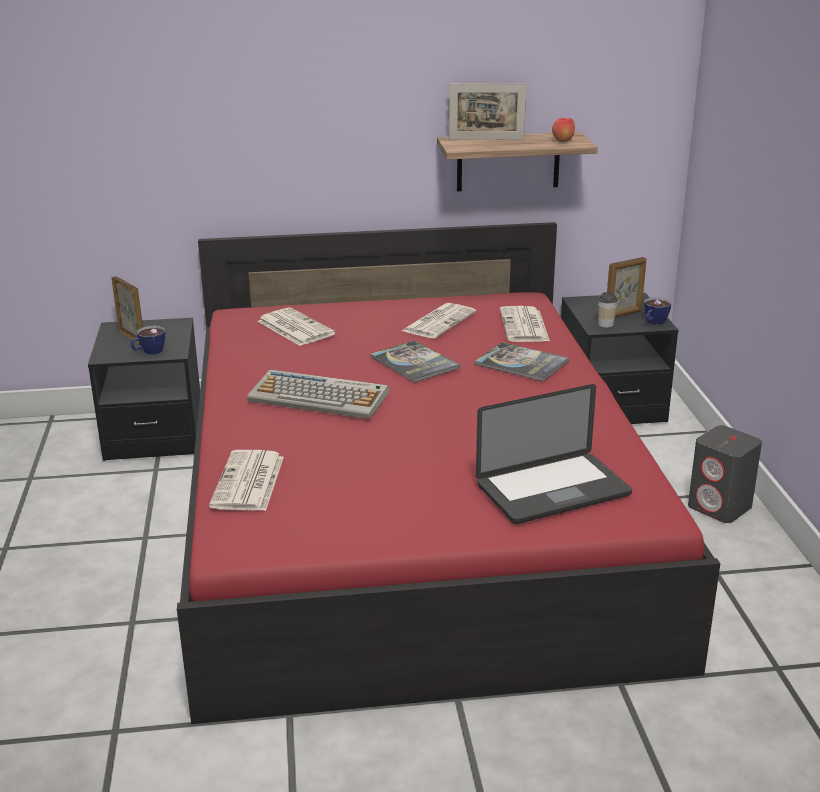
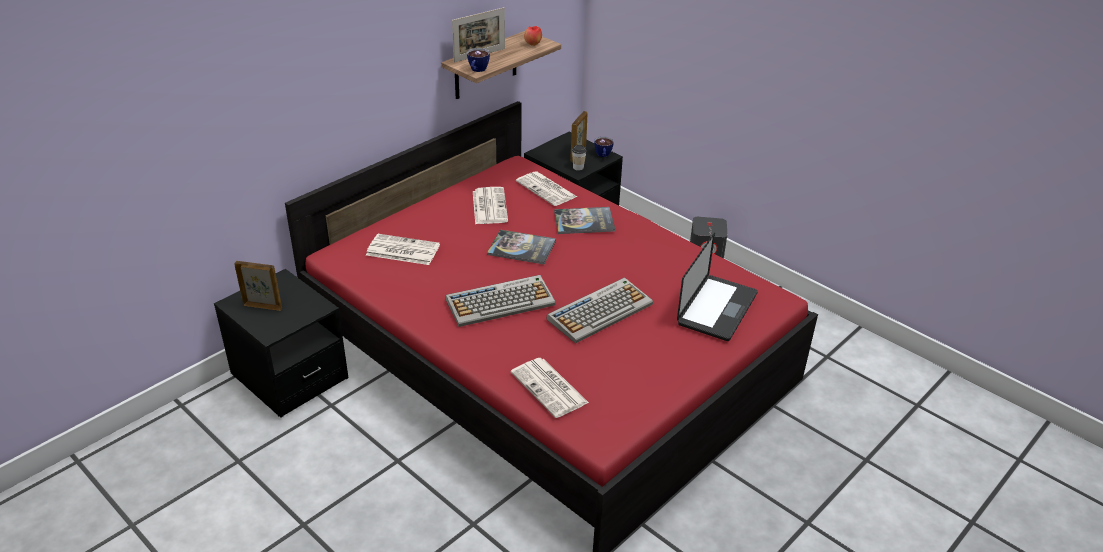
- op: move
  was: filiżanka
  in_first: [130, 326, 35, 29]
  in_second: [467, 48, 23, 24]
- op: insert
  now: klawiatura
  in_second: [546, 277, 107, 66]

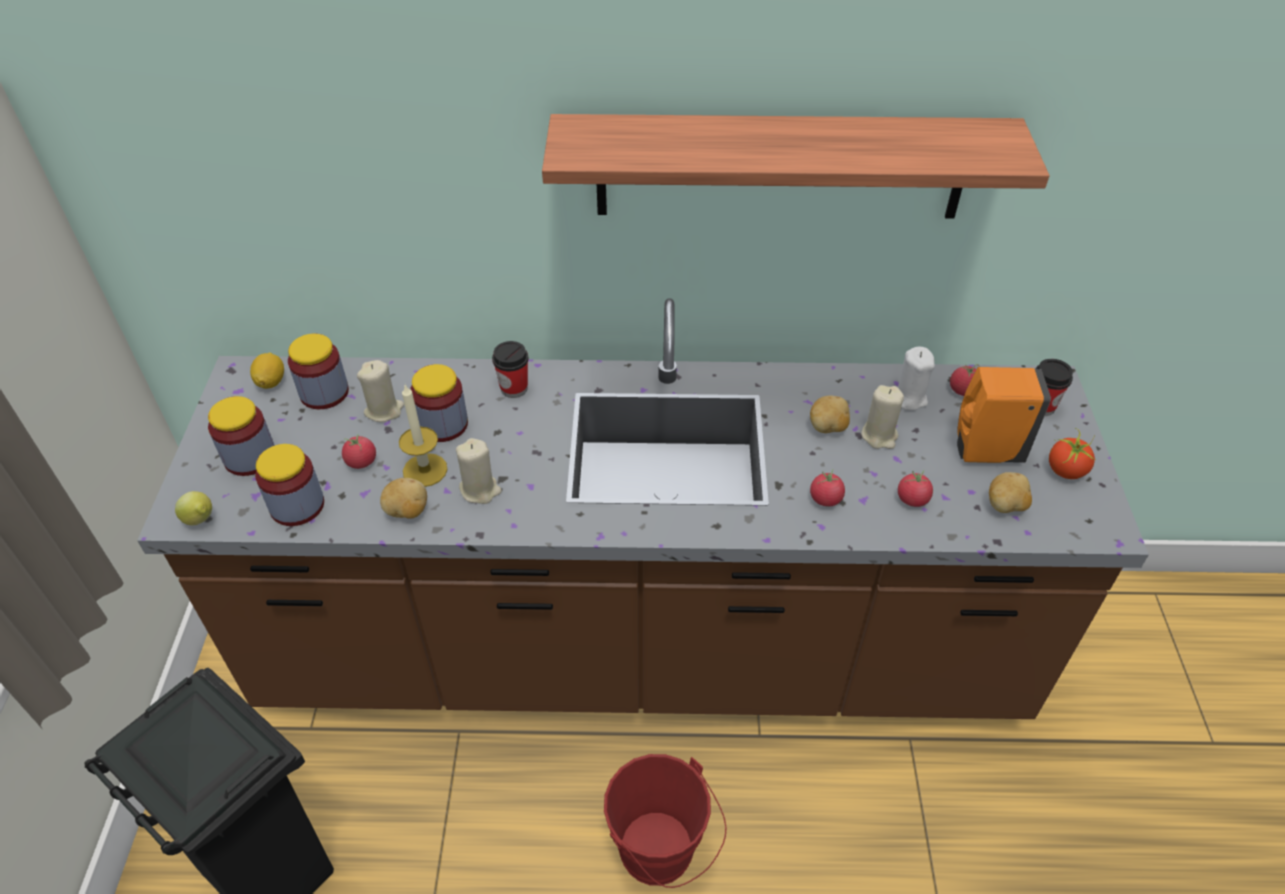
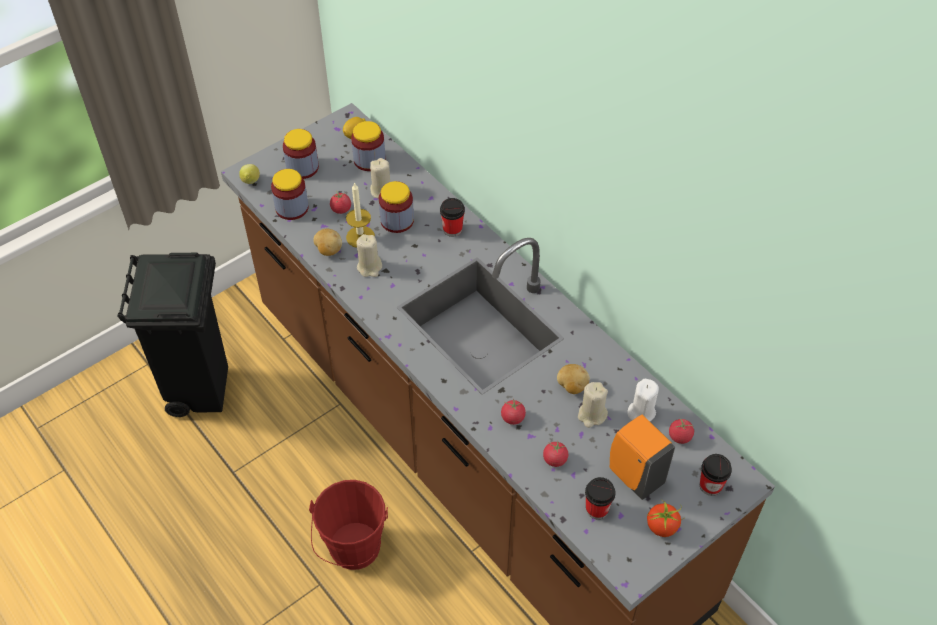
- op: delete
  was: półka
  in_first: [542, 114, 507, 105]
- op: replace
  was: ziemniak
  now: filiżanka
  in_first: [989, 472, 43, 41]
  in_second: [585, 477, 31, 43]

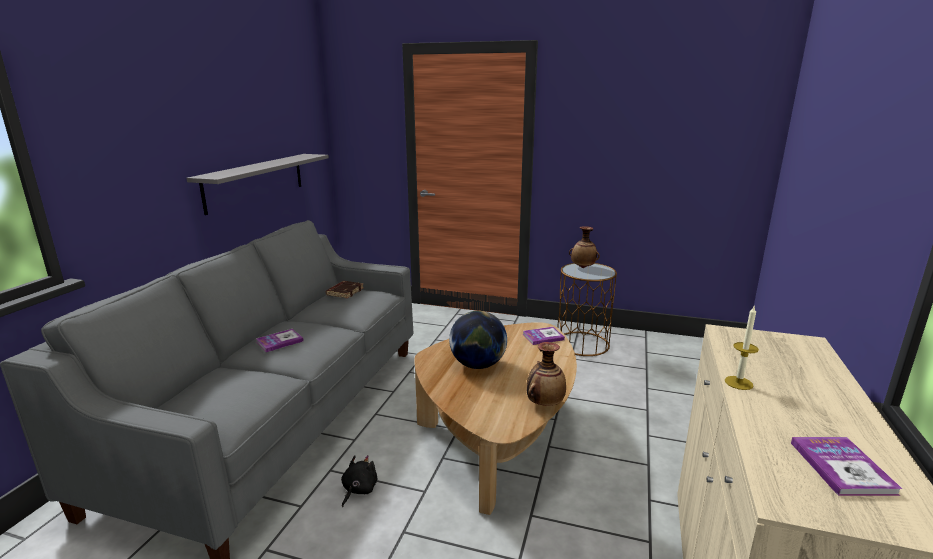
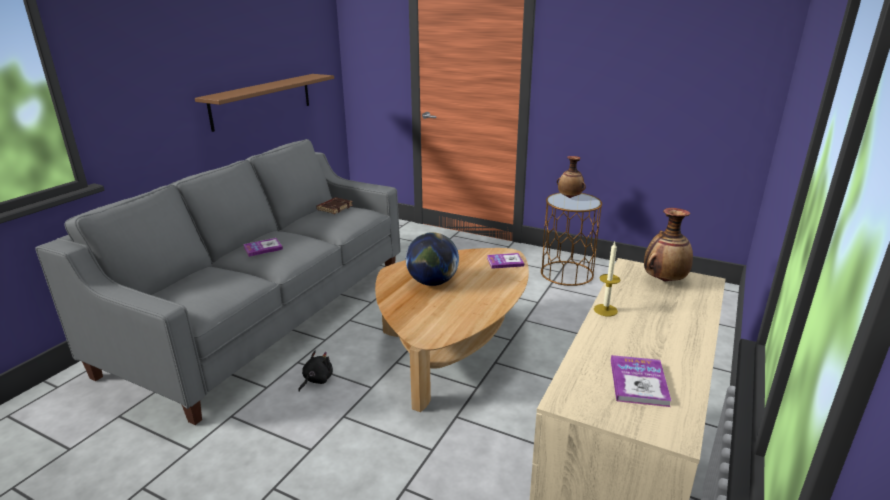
- op: recolor
  was: półka/szary
  now: półka/brązowy
  in_first: [186, 154, 143, 61]
  in_second: [195, 74, 139, 58]
- op: move
  was: wazon
  in_first: [526, 342, 40, 64]
  in_second: [644, 208, 49, 74]

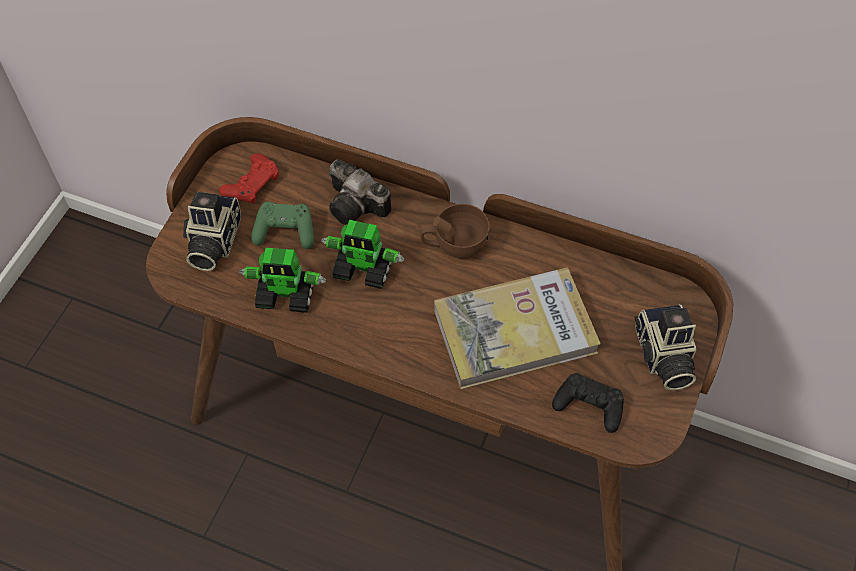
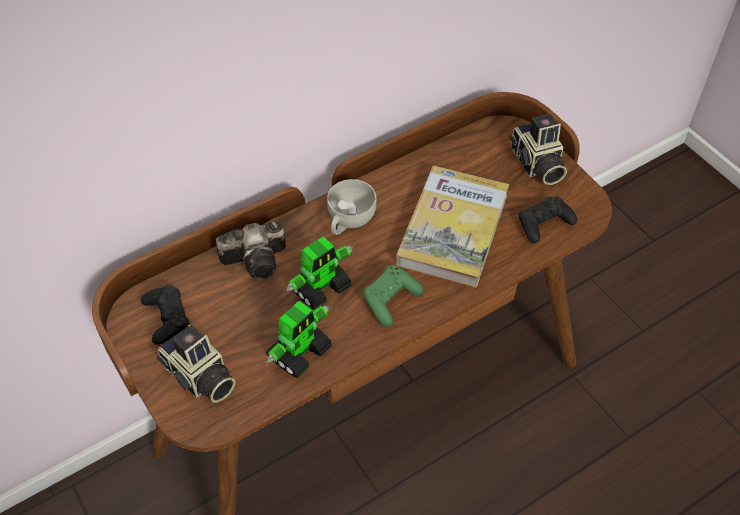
- op: recolor
  was: pad do gier/czerwony
  now: pad do gier/czarny
  in_first: [219, 153, 60, 51]
  in_second: [141, 286, 49, 59]
- op: move
  was: pad do gier/zielony
  in_first: [251, 201, 63, 48]
  in_second: [363, 265, 61, 62]
- op: recolor
  was: filiżanka/brązowy
  now: filiżanka/biały
  in_first: [421, 204, 69, 54]
  in_second: [327, 179, 50, 56]
- op: rotate
  was: aparat fotograficzny
  in_first: [634, 304, 63, 87]
  in_second: [509, 114, 58, 71]
  clockwise: 45

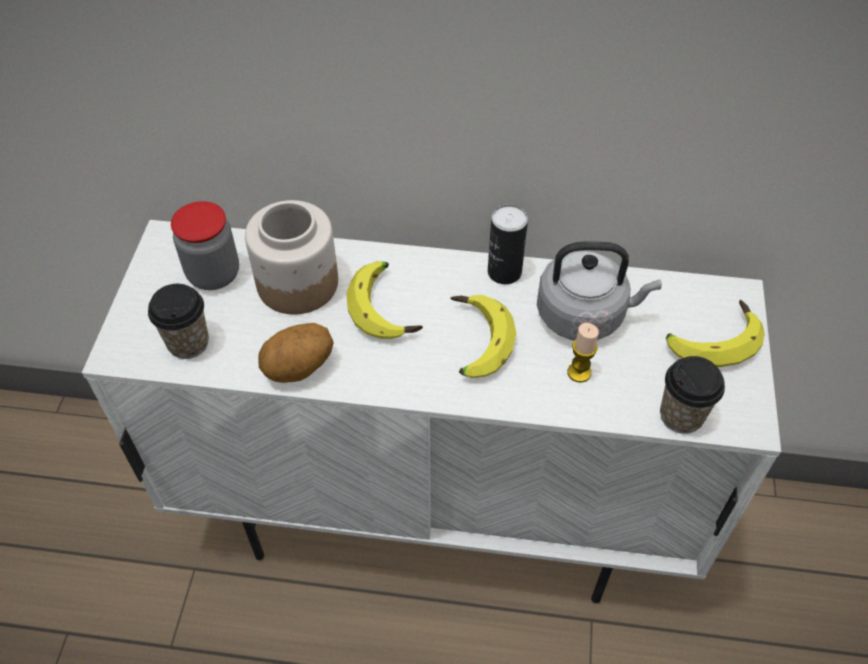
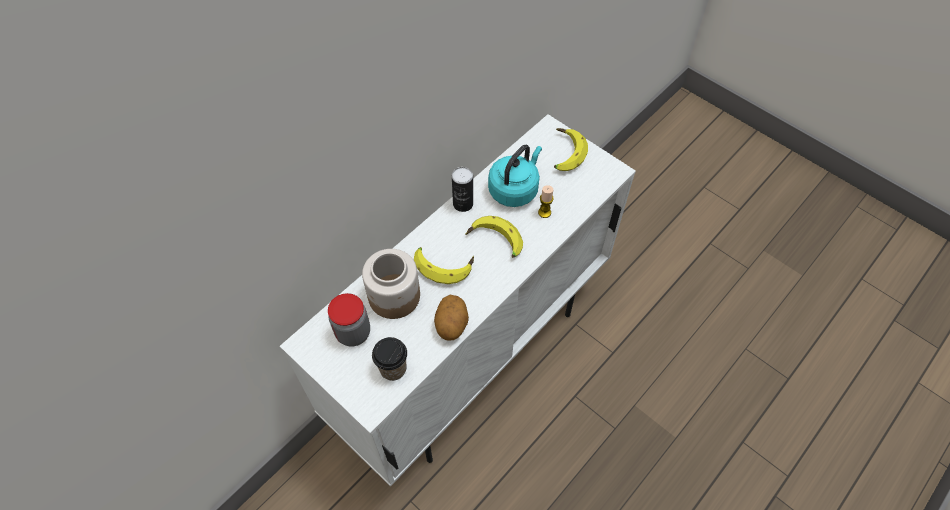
- op: recolor
  was: czajnik/szary
  now: czajnik/turkusowy
  in_first: [537, 241, 125, 99]
  in_second: [488, 145, 54, 62]
- op: delete
  was: filiżanka
  in_first: [660, 356, 65, 78]

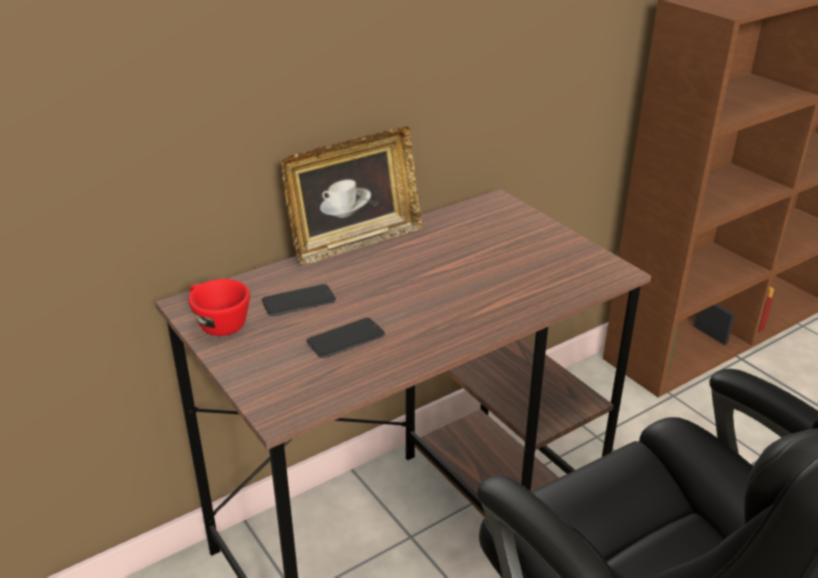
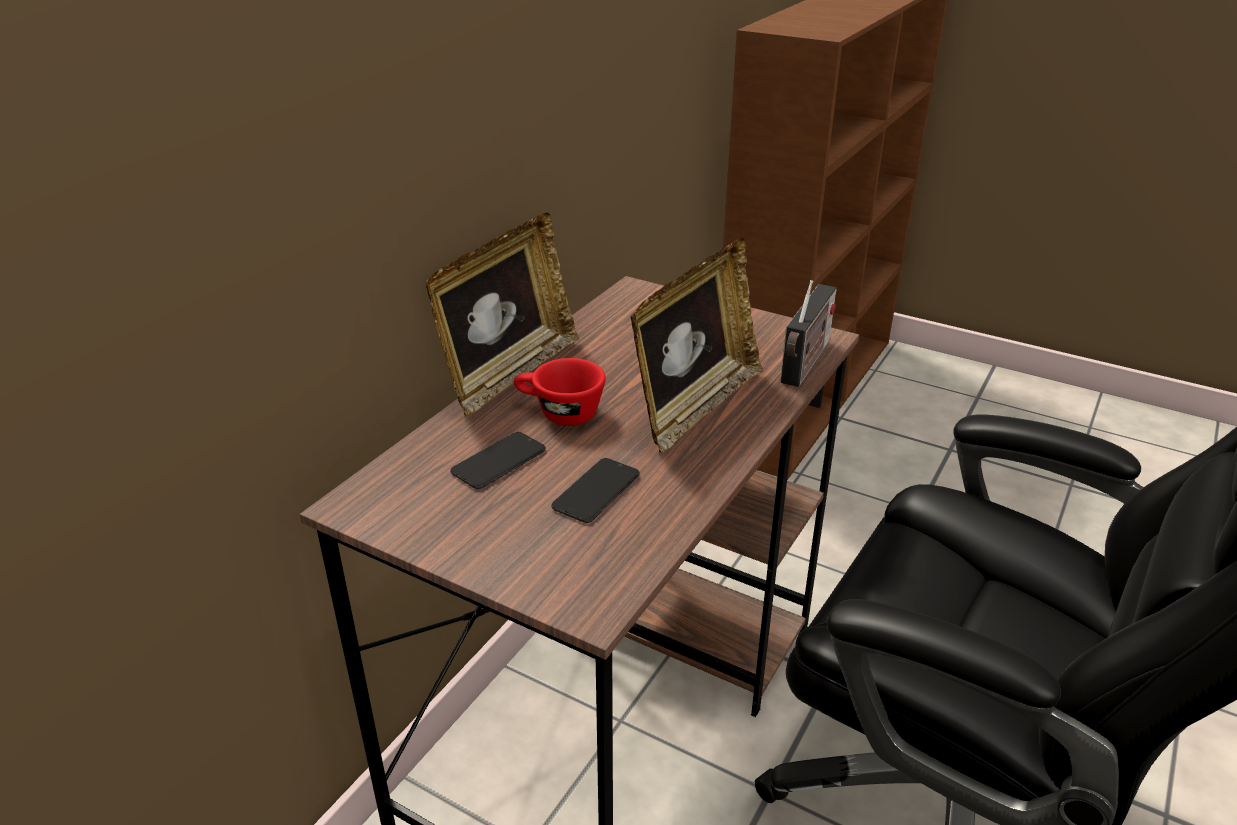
- op: move
  was: filiżanka/czerwony
  in_first: [188, 279, 62, 57]
  in_second: [514, 358, 92, 68]
- op: insert
  now: ramka na zdjęcie
  in_second: [630, 238, 133, 215]
- op: insert
  now: radio
  in_second: [780, 280, 57, 107]

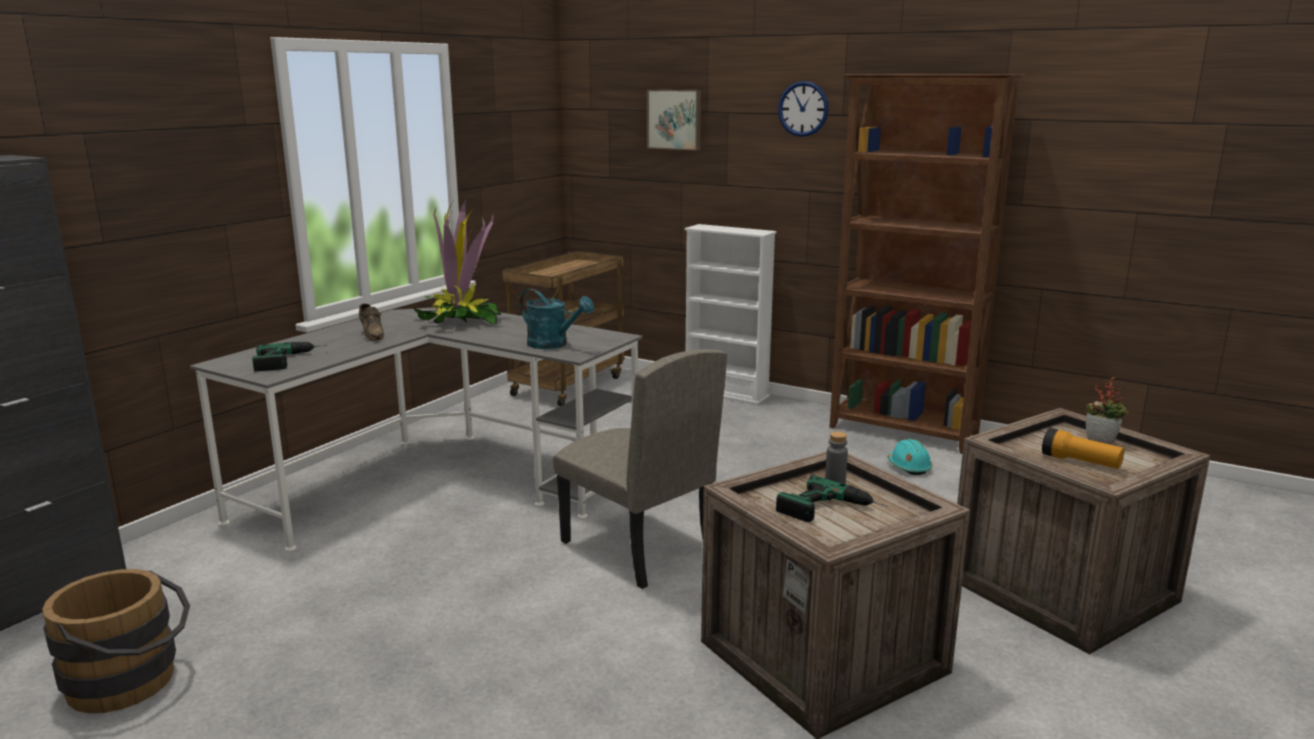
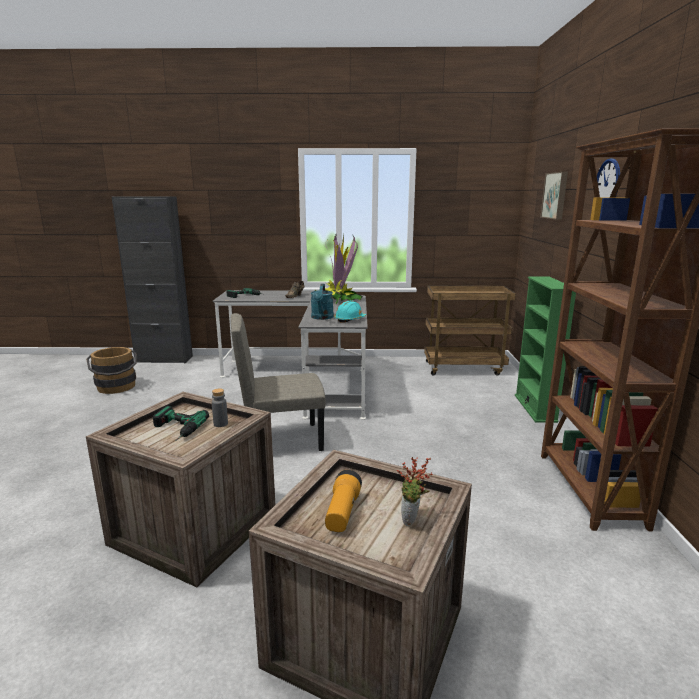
- op: rotate
  was: krzesło/beżowy
  in_first: [553, 349, 174, 240]
  in_second: [231, 313, 95, 138]
  clockwise: 60
- op: recolor
  was: regał/biały
  now: regał/zielony
  in_first: [685, 224, 92, 181]
  in_second: [515, 276, 61, 147]
- op: move
  was: kask/turkusowy
  in_first: [887, 439, 45, 36]
  in_second: [334, 300, 32, 23]

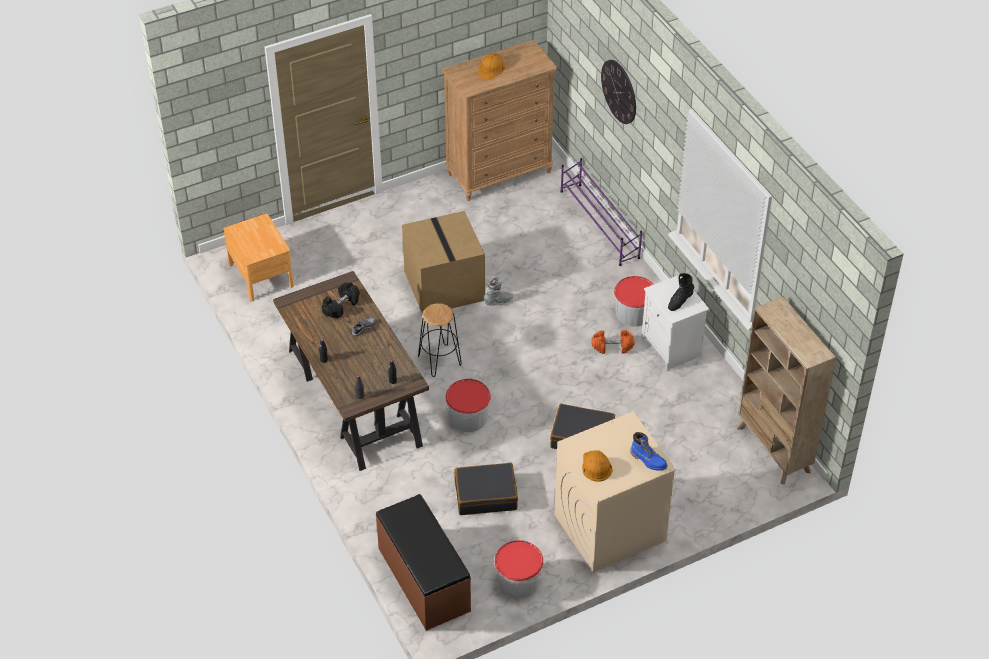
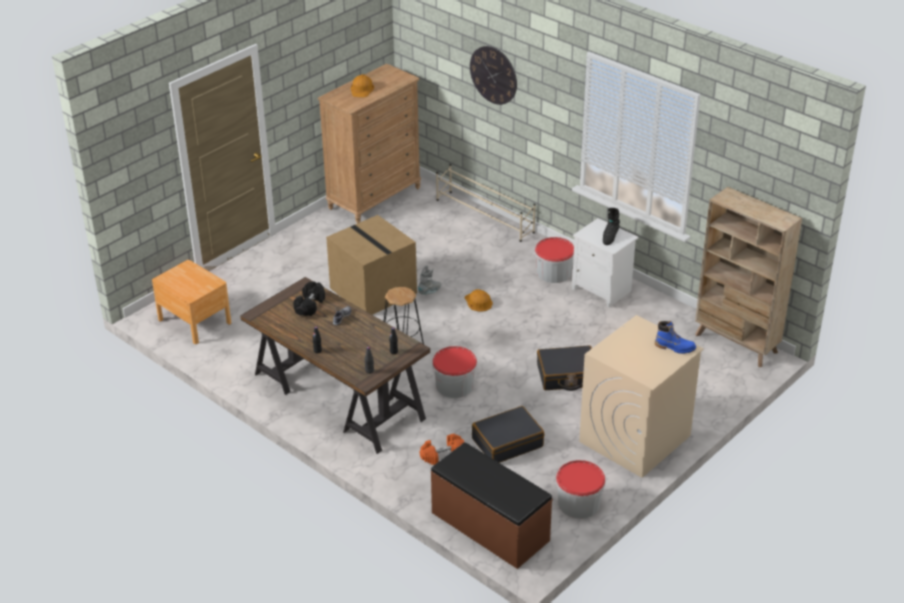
- op: recolor
  was: regał na buty/fioletowy
  now: regał na buty/beżowy
  in_first: [561, 158, 81, 108]
  in_second: [436, 164, 100, 78]
- op: move
  was: kask/pomarańczowy
  in_first: [582, 451, 31, 31]
  in_second: [465, 289, 28, 23]
- op: move
  was: hantel/pomarańczowy
  in_first: [592, 330, 43, 24]
  in_second: [419, 434, 45, 31]

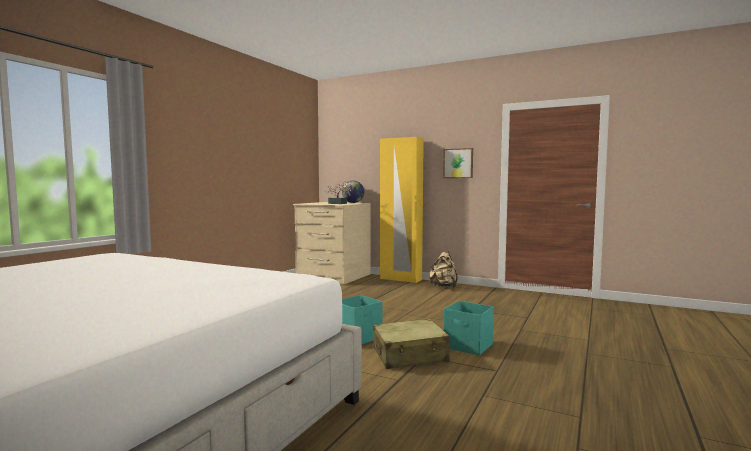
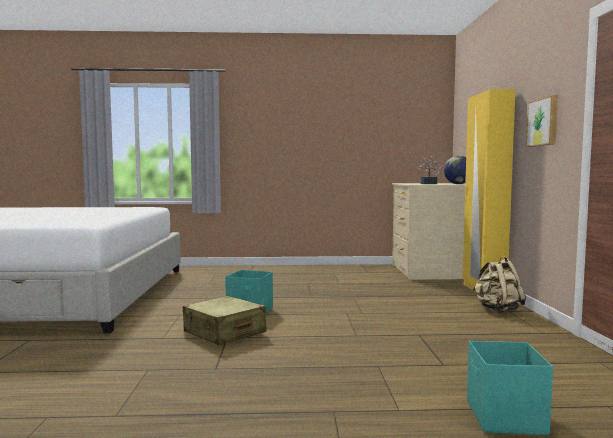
- op: move
  was: pojemnik do przechowywania/turkusowy
  in_first: [444, 301, 50, 55]
  in_second: [467, 341, 86, 94]

